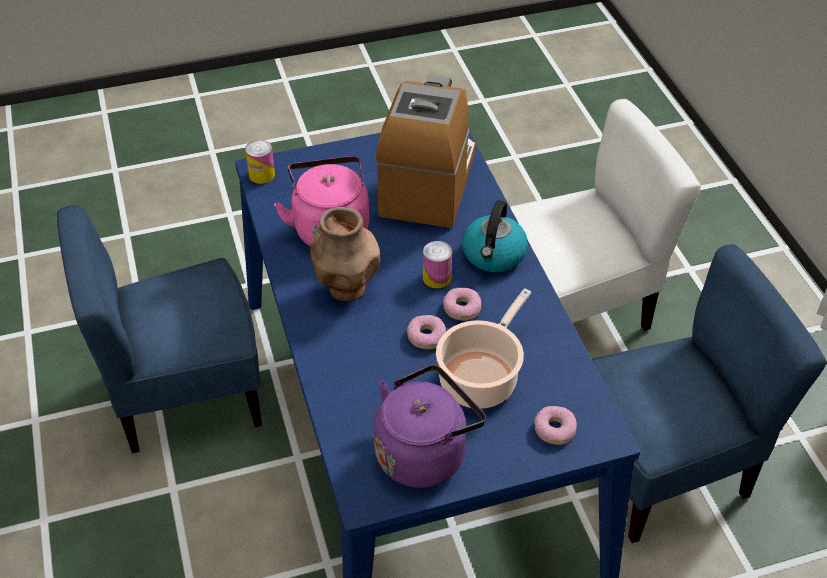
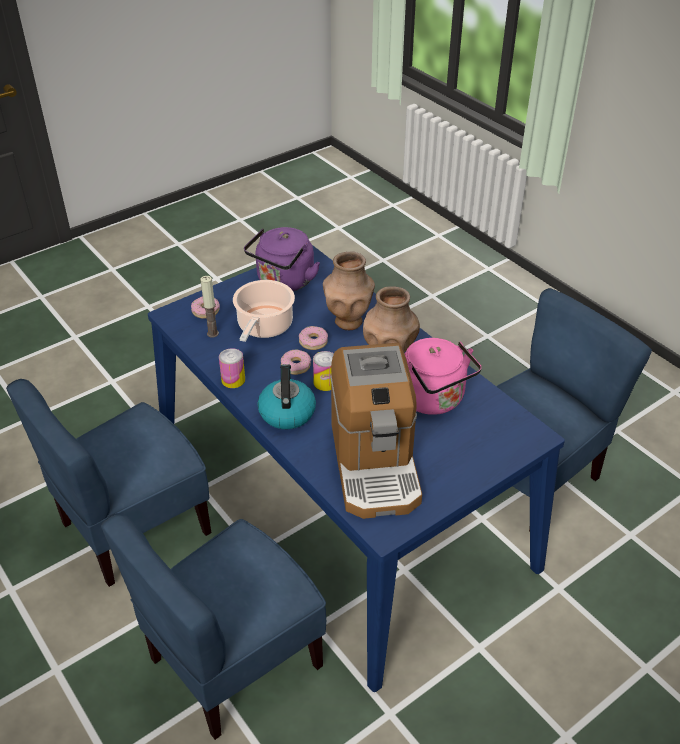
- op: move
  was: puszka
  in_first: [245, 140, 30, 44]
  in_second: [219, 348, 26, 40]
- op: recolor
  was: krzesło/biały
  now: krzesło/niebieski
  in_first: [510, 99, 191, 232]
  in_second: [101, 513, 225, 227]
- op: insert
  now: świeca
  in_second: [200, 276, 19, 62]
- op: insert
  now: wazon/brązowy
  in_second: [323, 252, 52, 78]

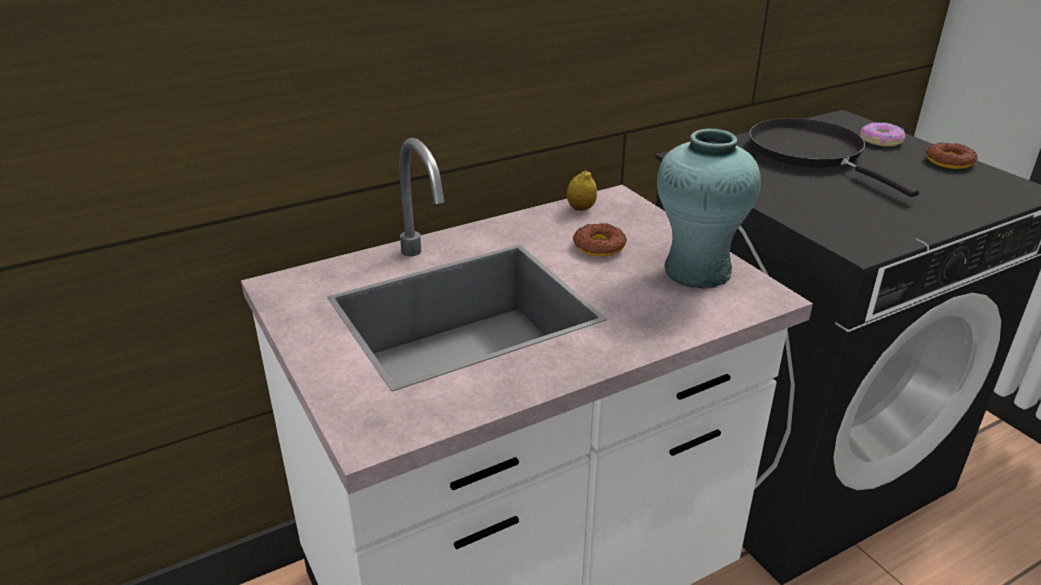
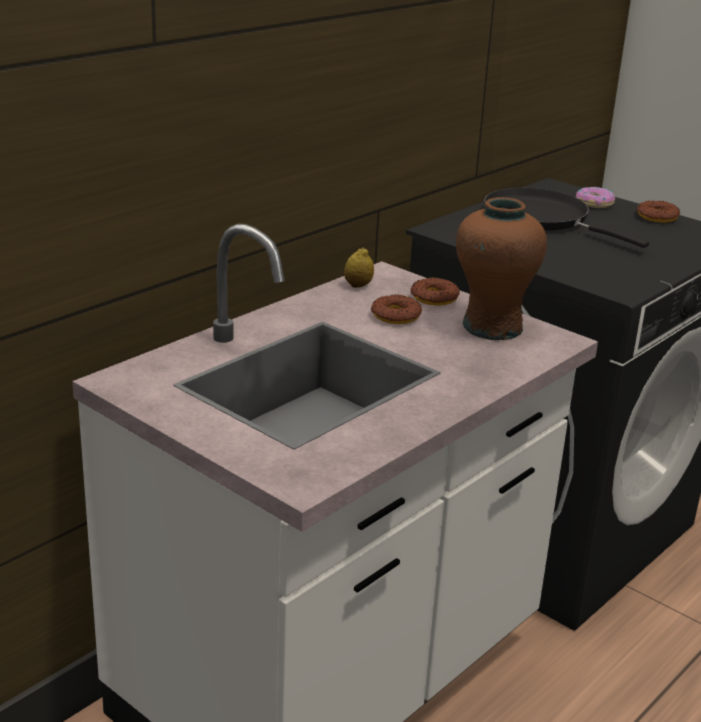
- op: recolor
  was: wazon/turkusowy
  now: wazon/brązowy
  in_first: [657, 129, 104, 160]
  in_second: [456, 197, 91, 143]
- op: insert
  now: donut
  in_second: [411, 277, 49, 29]

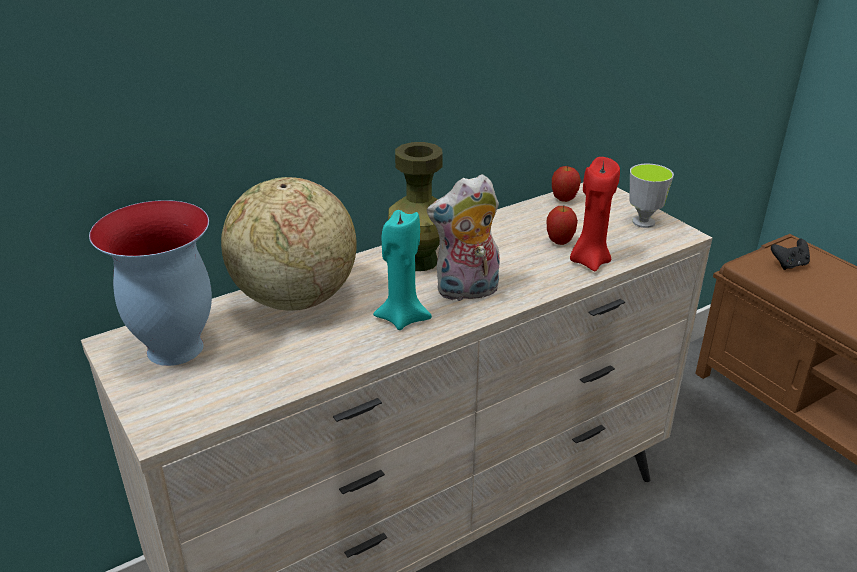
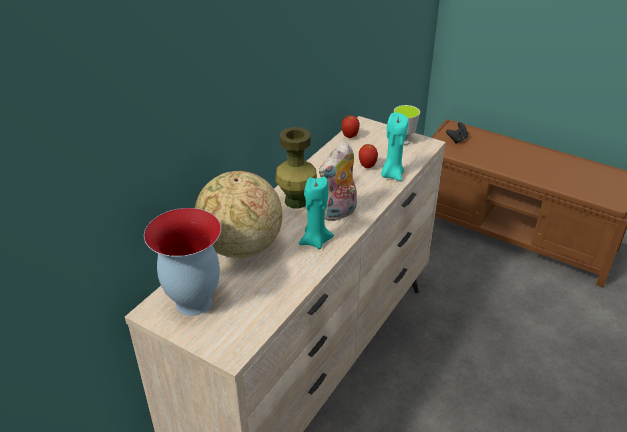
- op: recolor
  was: świeca/czerwony
  now: świeca/turkusowy
  in_first: [570, 157, 50, 114]
  in_second: [381, 112, 27, 69]

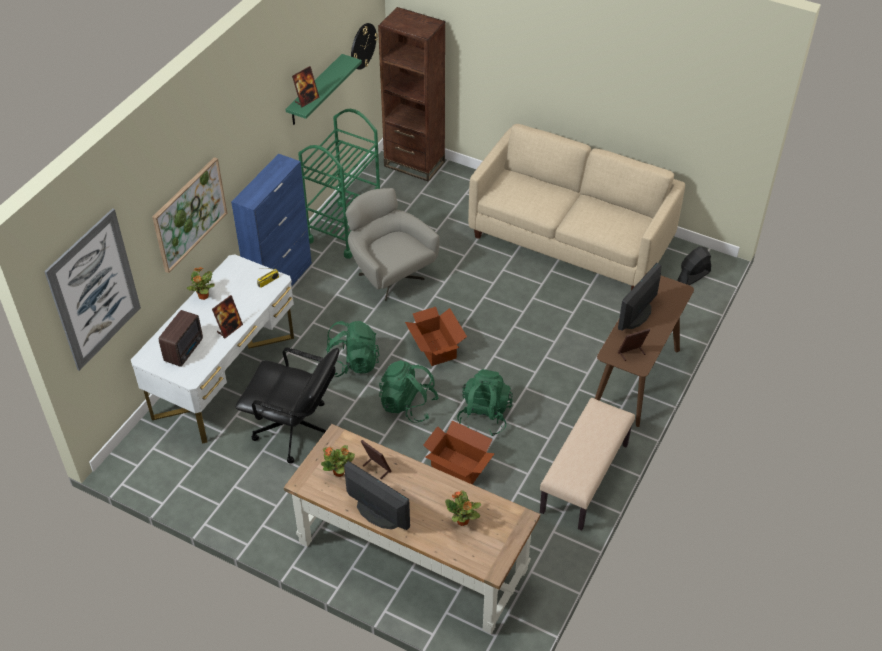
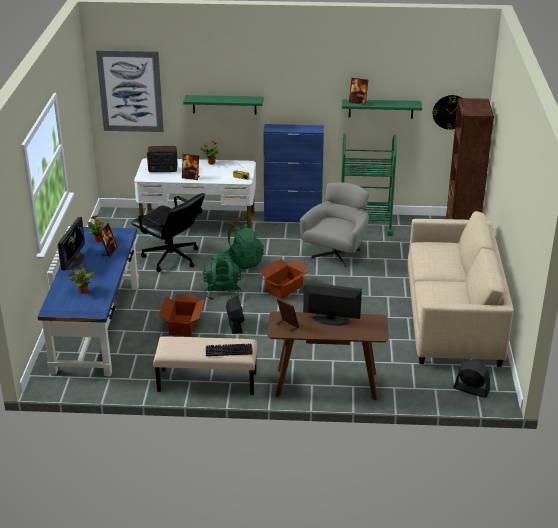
- op: replace
  was: obraz
  now: półka/zielony
  in_first: [152, 157, 75, 116]
  in_second: [183, 95, 80, 19]
- op: rotate
  was: krzesło biurowe/czarny
  in_first: [235, 347, 104, 117]
  in_second: [131, 193, 74, 79]
  clockwise: -45
- op: recolor
  was: biurko/brązowy
  now: biurko/niebieski
  in_first: [284, 424, 256, 210]
  in_second: [37, 227, 102, 149]
- op: replace
  was: plecak/zielony
  now: wentylator/czarny
  in_first: [457, 369, 56, 67]
  in_second: [226, 297, 19, 37]
- op: insert
  now: klawiatura
  in_second: [206, 344, 47, 12]

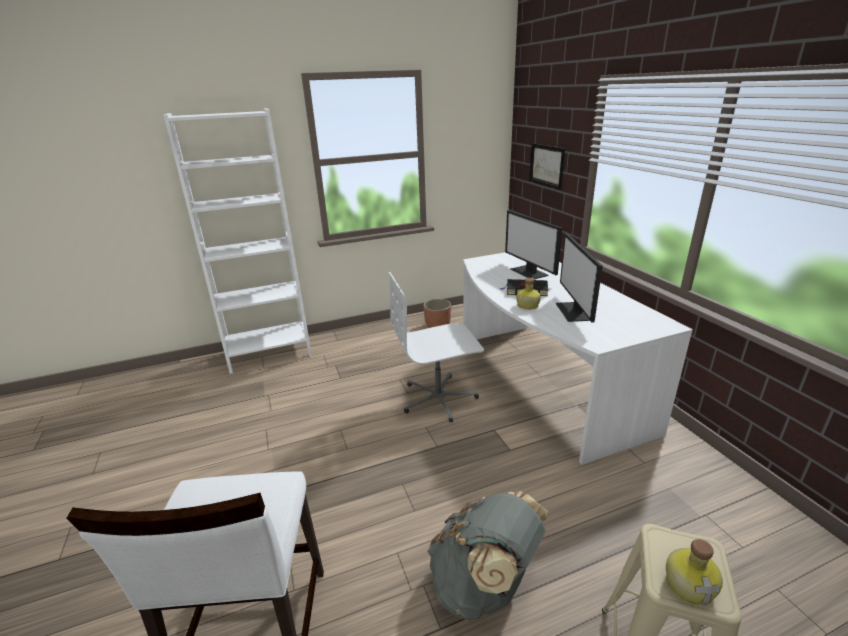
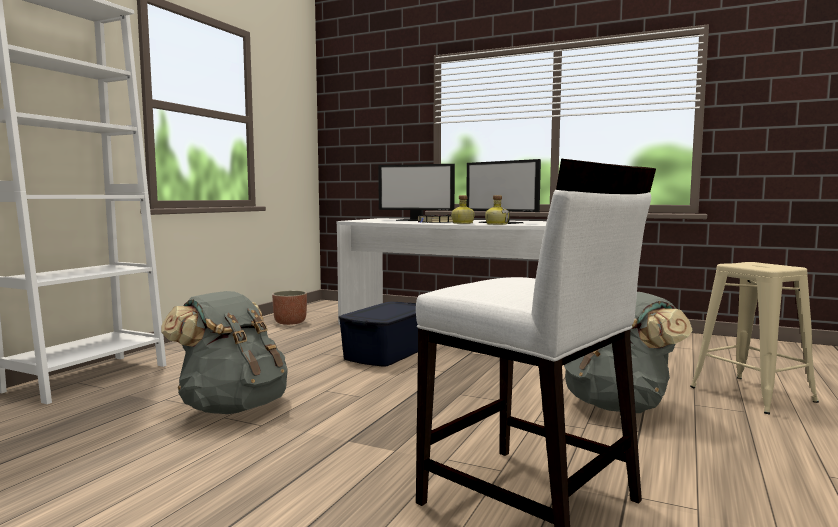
- op: replace
  was: krzesło biurowe/biały
  now: pojemnik do przechowywania/niebieski
  in_first: [389, 272, 95, 151]
  in_second: [338, 302, 80, 65]
- op: delete
  was: obraz
  in_first: [529, 143, 36, 47]
- op: move
  was: butelka
  in_first: [666, 539, 57, 67]
  in_second: [485, 195, 24, 30]
- op: insert
  now: plecak/szary
  in_second: [161, 291, 126, 123]

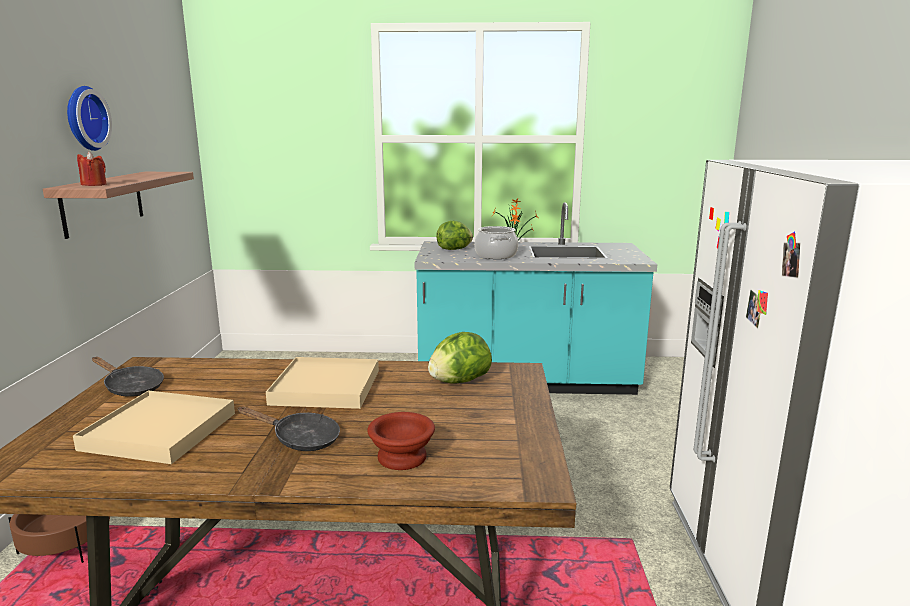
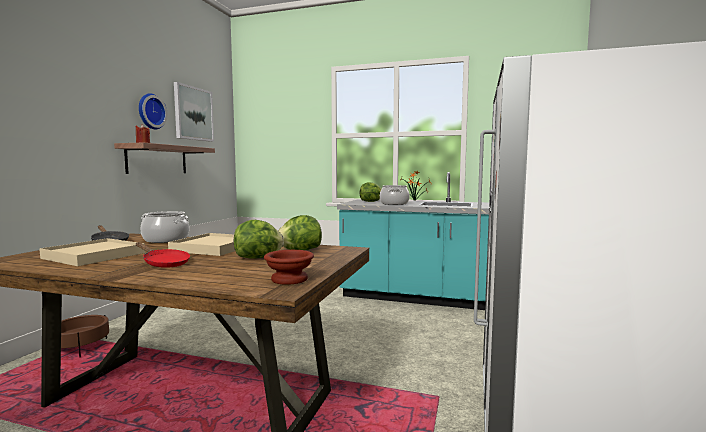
- op: recolor
  was: patelnia/czarny
  now: patelnia/czerwony
  in_first: [238, 407, 102, 44]
  in_second: [136, 242, 54, 26]
- op: move
  was: miska/brązowy
  in_first: [367, 412, 68, 58]
  in_second: [264, 250, 50, 35]
- op: insert
  now: garnek
  in_second: [141, 211, 48, 32]
- op: insert
  now: obraz
  in_second: [174, 82, 40, 60]
- op: insert
  now: sałata
  in_second: [234, 220, 50, 39]

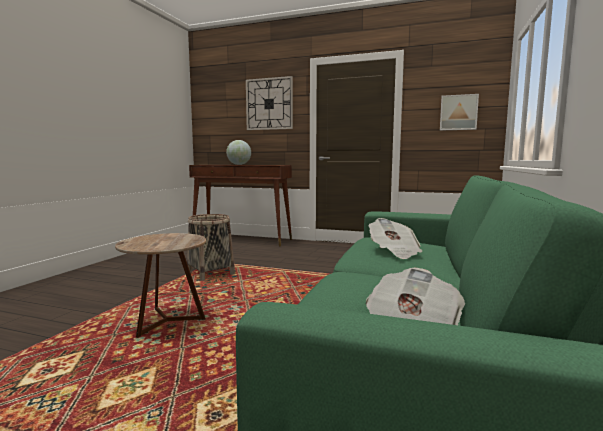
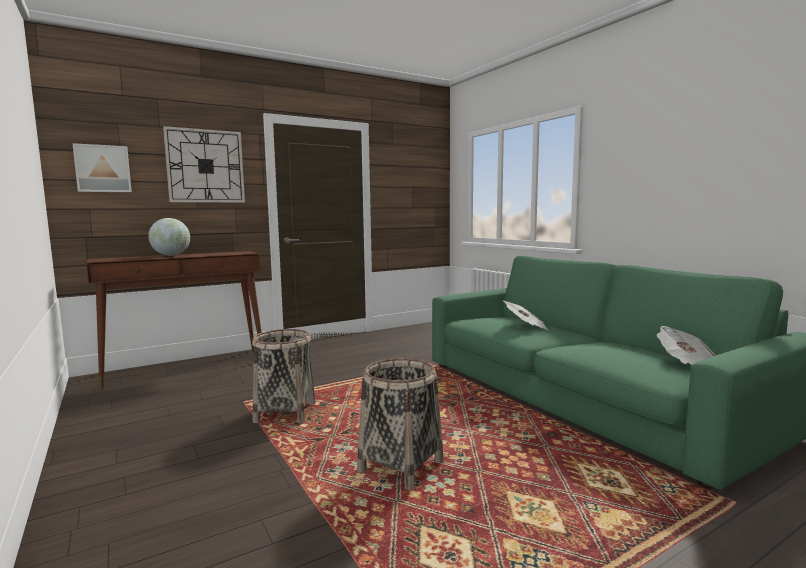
- op: replace
  was: stolik/brązowy
  now: koszyk
  in_first: [115, 233, 91, 105]
  in_second: [357, 358, 86, 132]
- op: move
  was: obraz
  in_first: [440, 94, 39, 37]
  in_second: [73, 143, 59, 49]

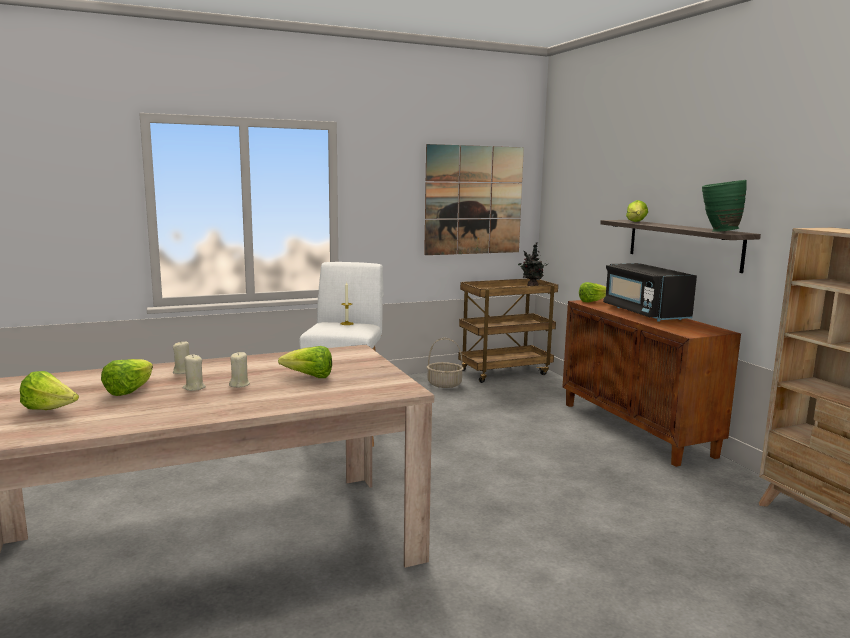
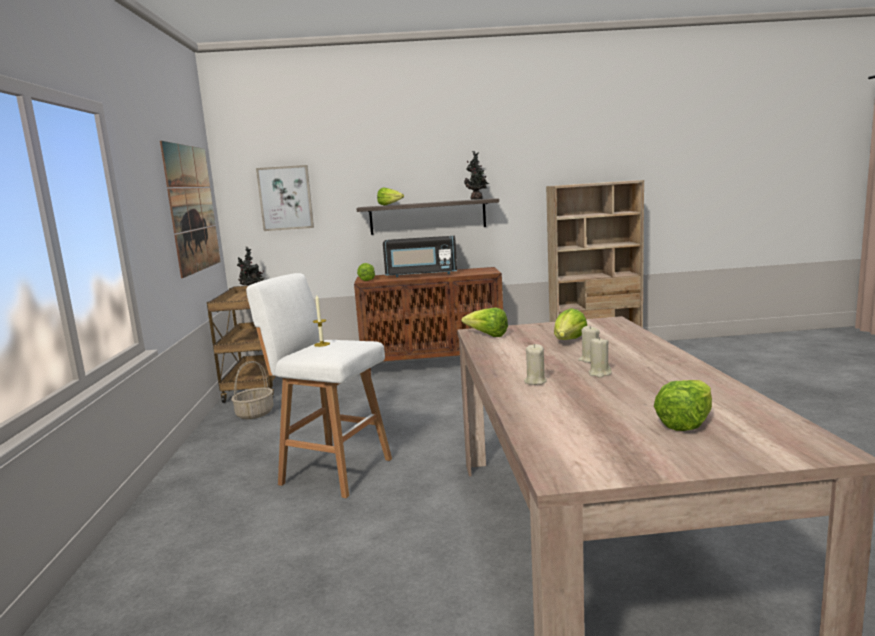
- op: move
  was: sałata
  in_first: [101, 359, 52, 37]
  in_second: [462, 307, 46, 30]
- op: replace
  was: wazon/zielony
  now: roślina doniczkowa
  in_first: [702, 180, 45, 52]
  in_second: [464, 151, 26, 49]
- op: insert
  now: obraz
  in_second: [256, 165, 58, 66]

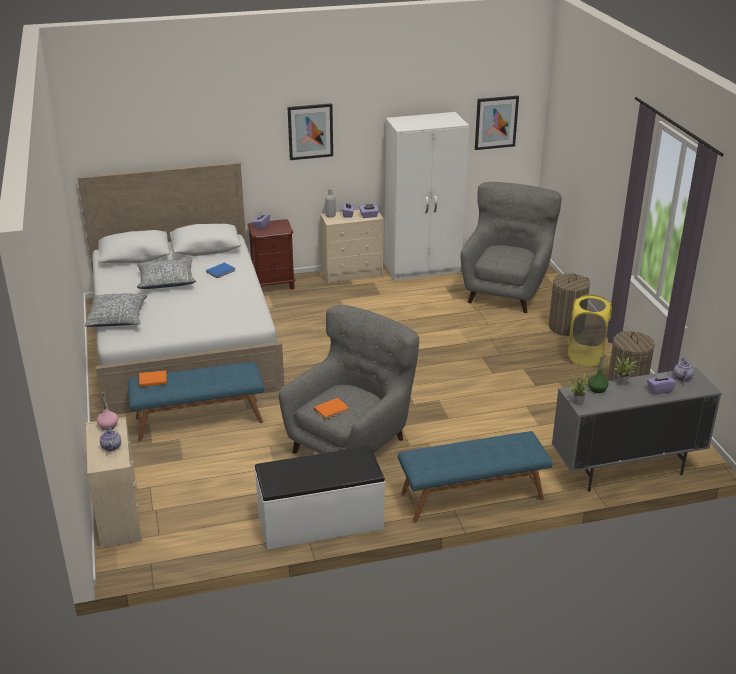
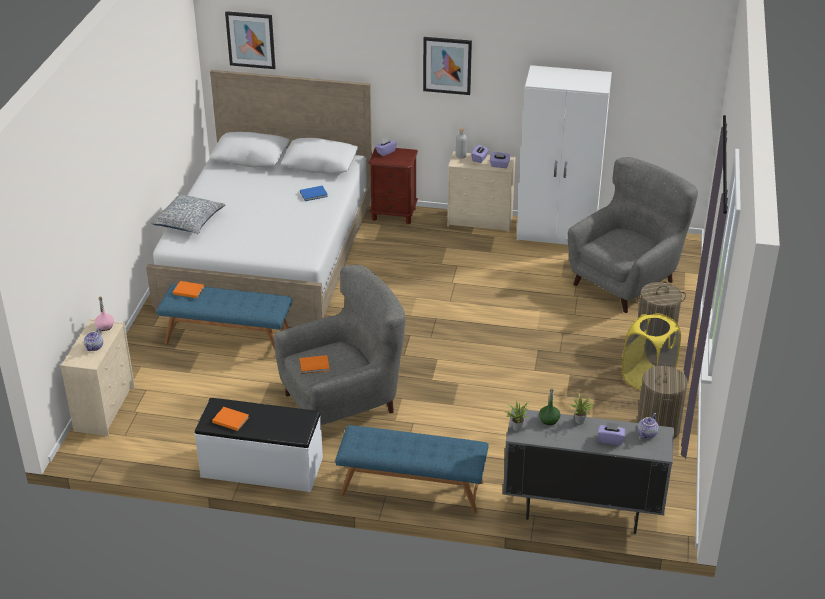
- op: delete
  was: poduszka
  in_first: [137, 259, 59, 30]
- op: move
  was: obraz
  in_first: [475, 96, 44, 54]
  in_second: [225, 11, 50, 58]
- op: insert
  now: książka/pomarańczowy
  in_second: [212, 407, 37, 24]

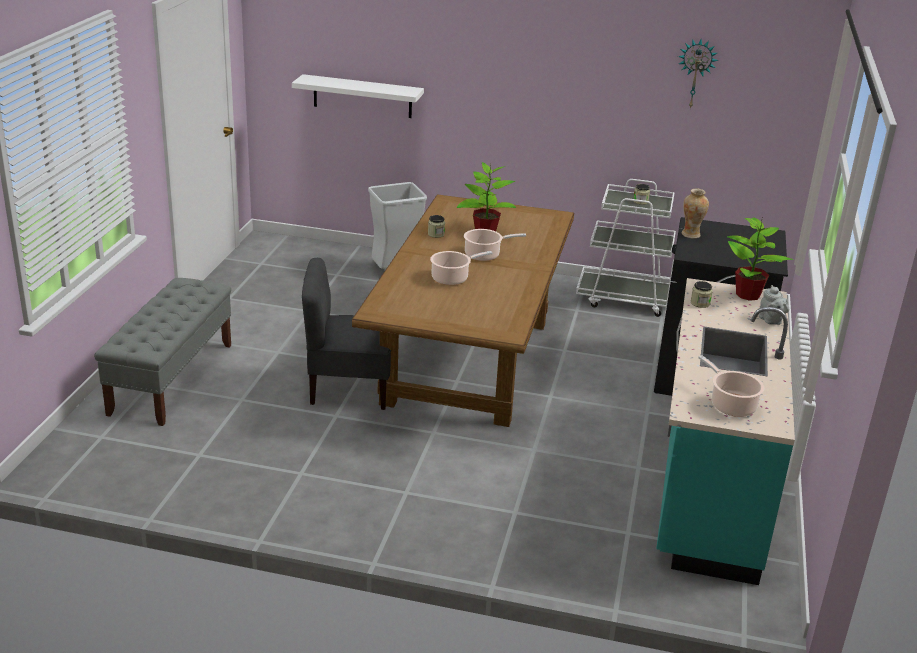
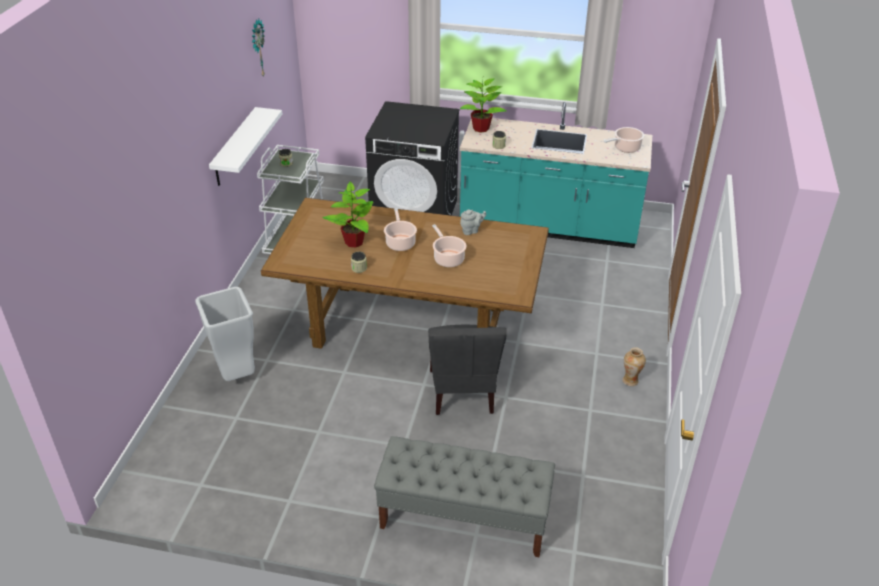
- op: move
  was: półka/biały
  in_first: [292, 74, 132, 44]
  in_second: [209, 107, 73, 79]
- op: move
  was: wazon
  in_first: [681, 189, 28, 49]
  in_second: [622, 347, 24, 39]
- op: move
  was: imbryk/szary
  in_first: [759, 285, 30, 40]
  in_second: [460, 209, 26, 26]

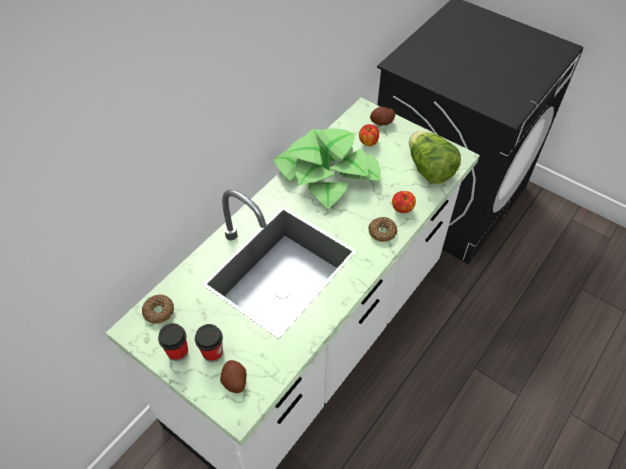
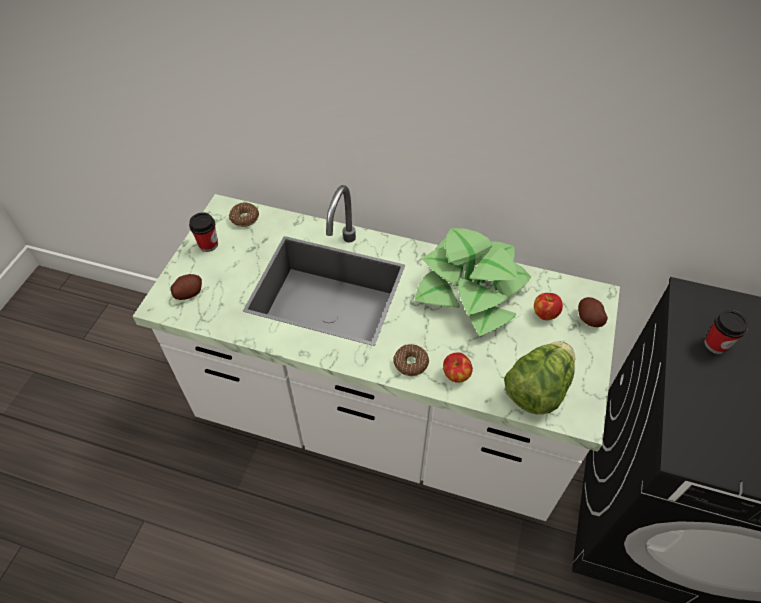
- op: move
  was: filiżanka
  in_first: [195, 324, 28, 38]
  in_second: [704, 310, 44, 44]

